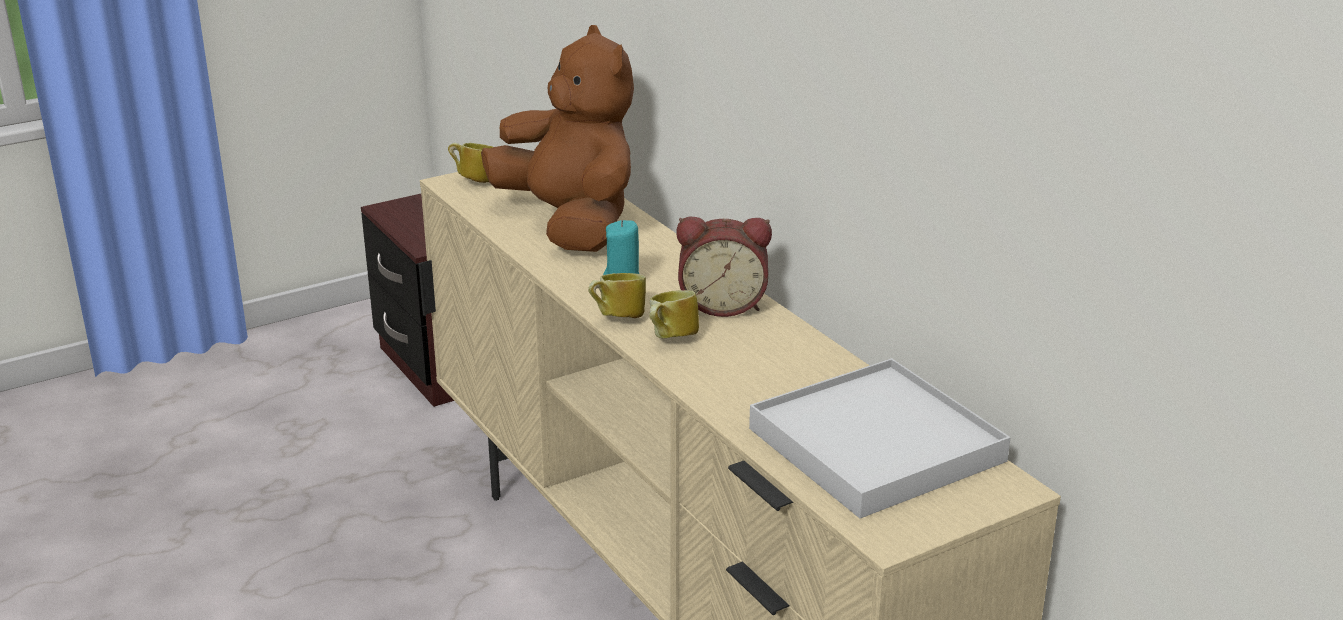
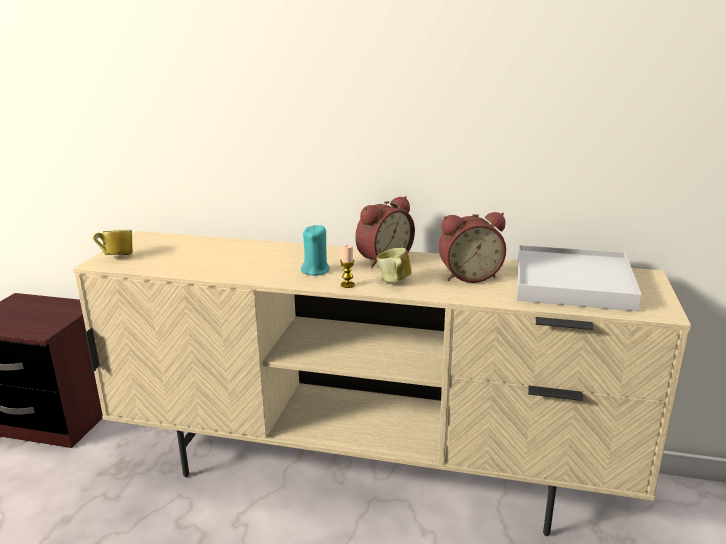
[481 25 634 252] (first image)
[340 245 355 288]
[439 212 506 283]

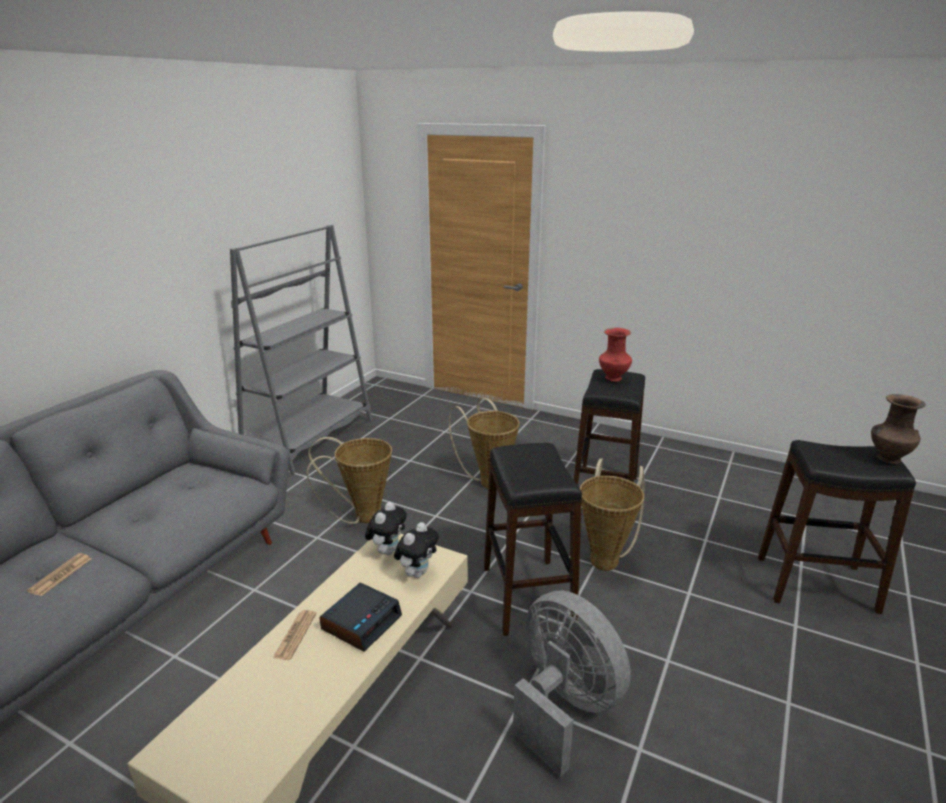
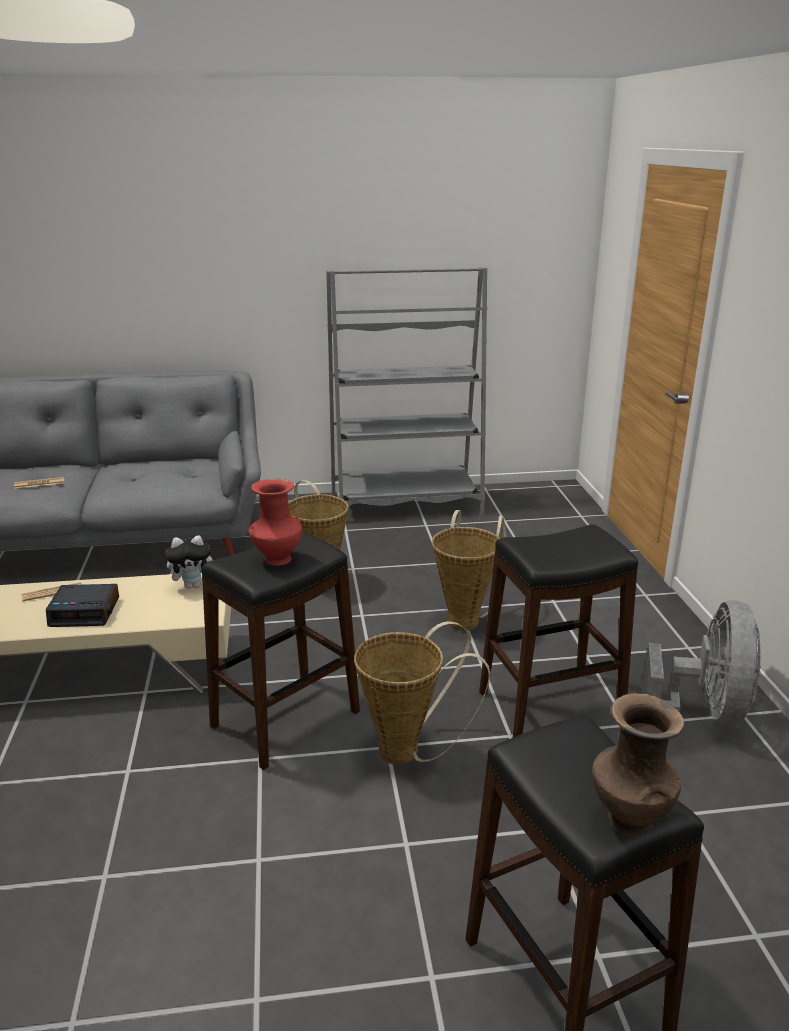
[394 522 439 578] (first image)
[641 600 761 725]
[249 479 302 566]

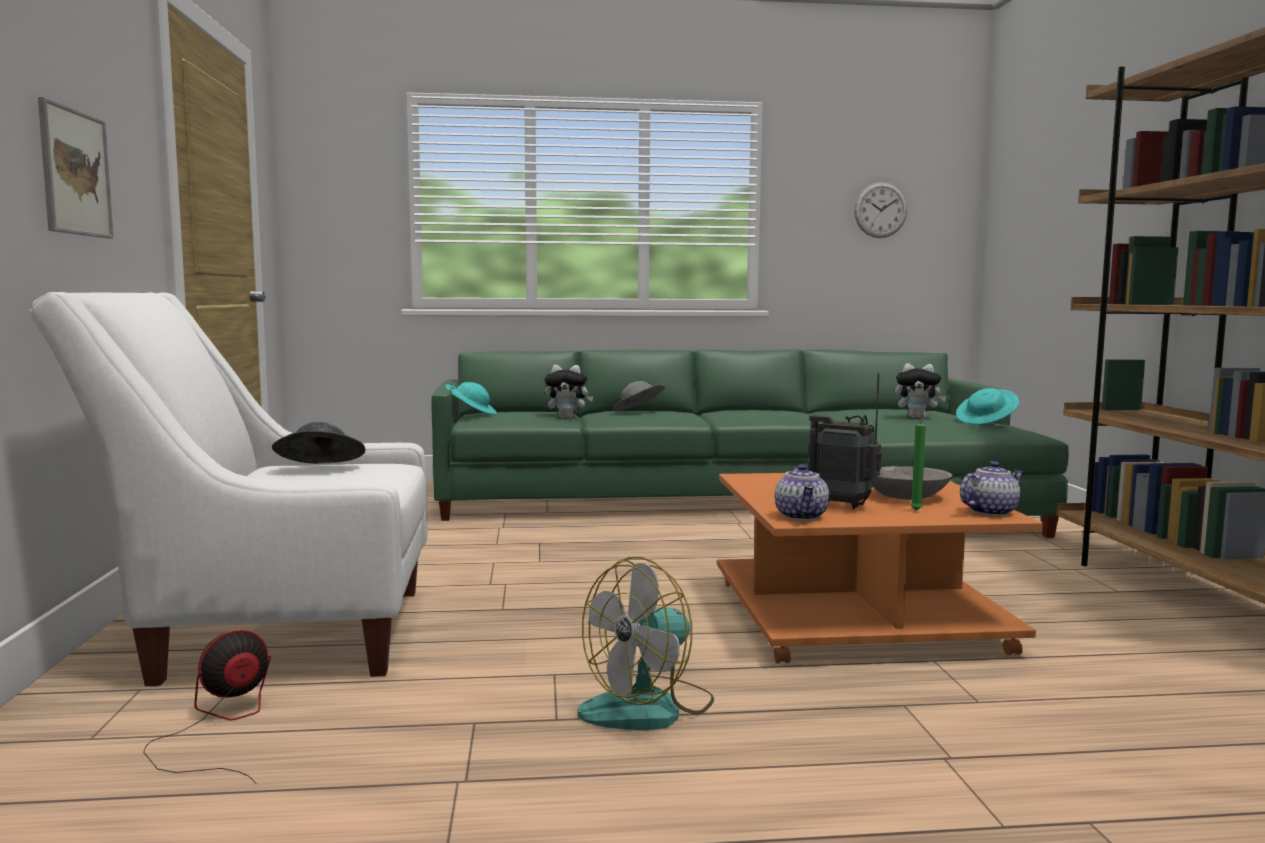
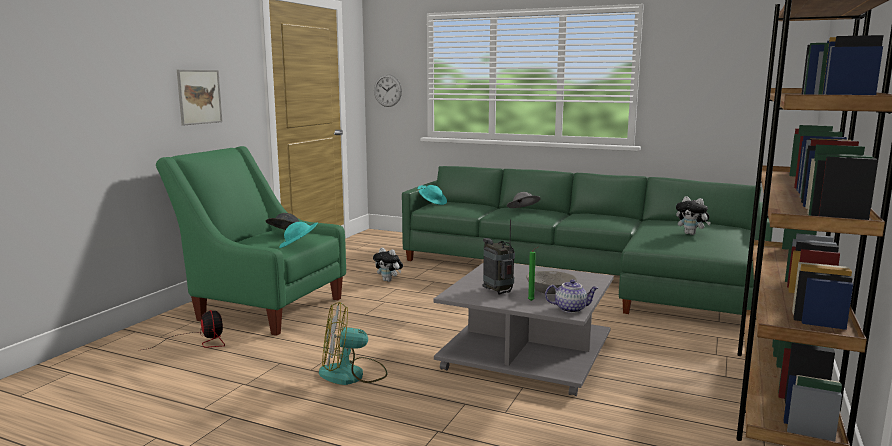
[156 146 346 336]
[143 310 225 350]
[373 248 403 282]
[433 262 614 396]
[775 464 829 521] (first image)
[374 74 402 107]
[279 222 318 248]

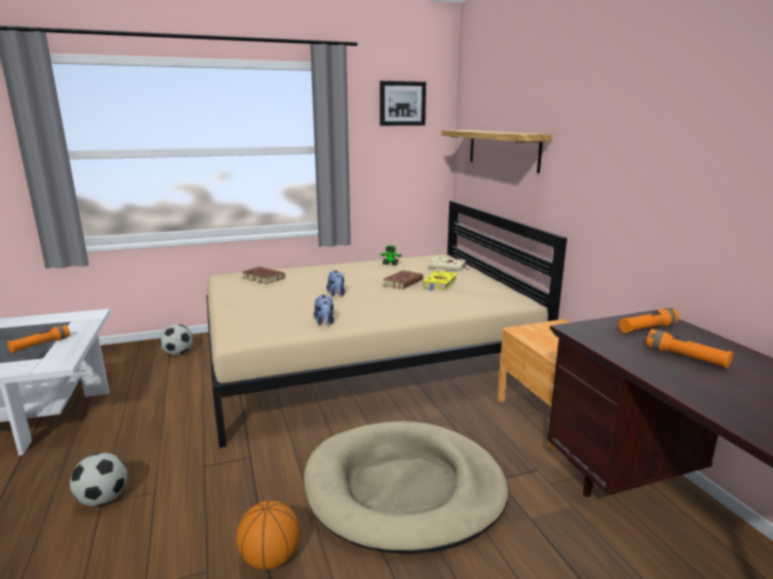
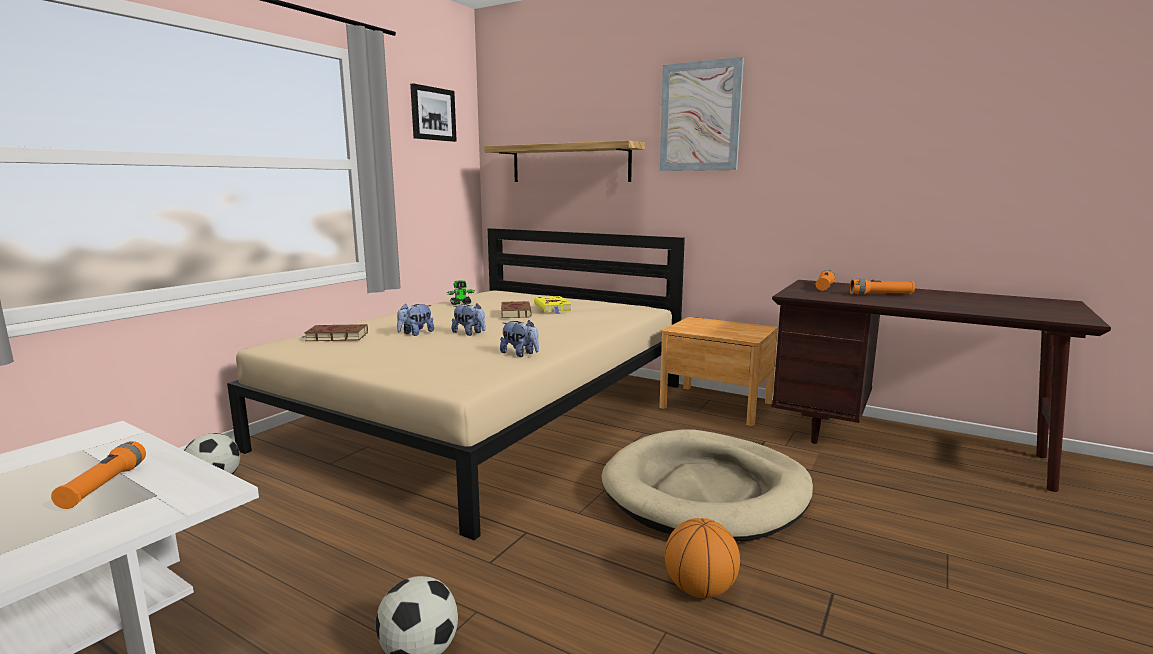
[428 257 470 271] (first image)
[397 303 434 336]
[660 57 744 171]

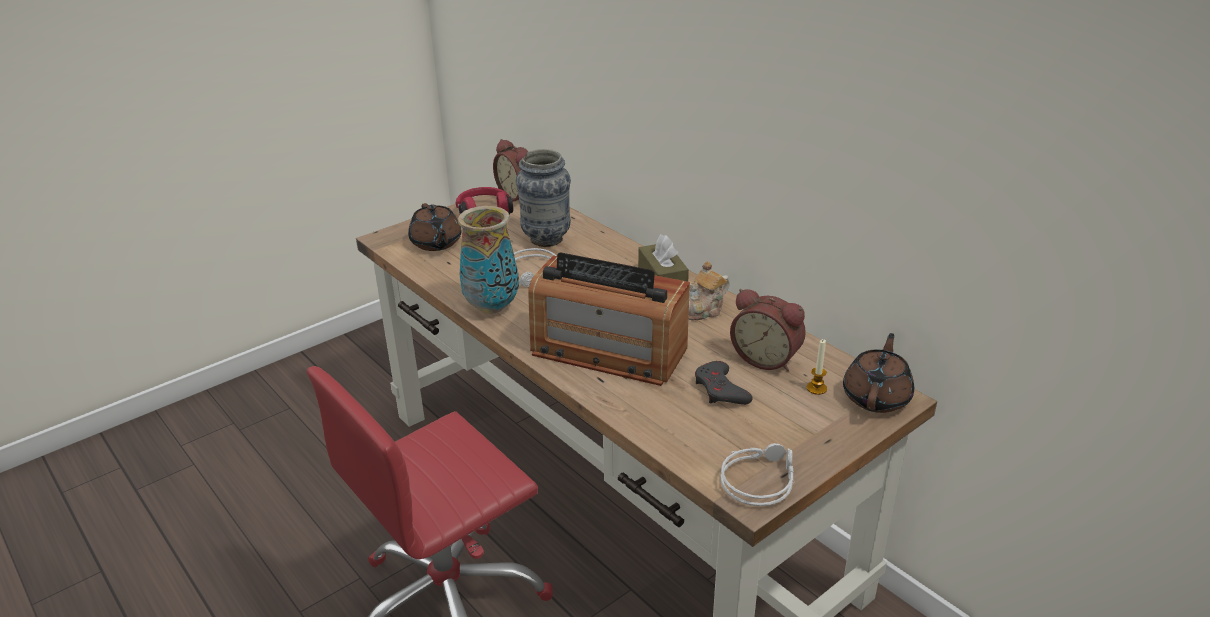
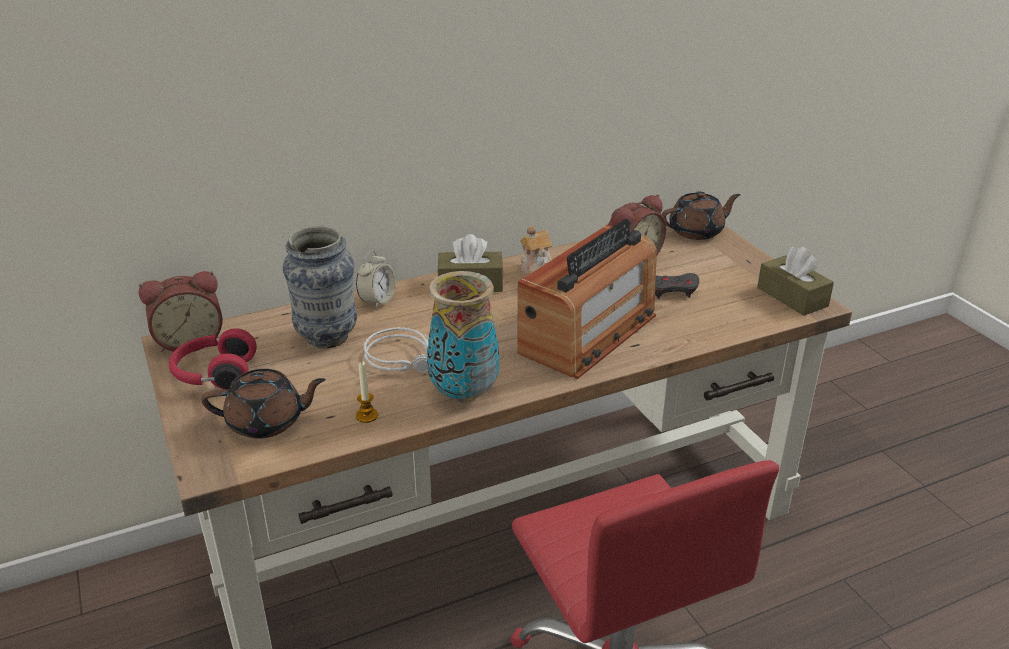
[757 247 834 316]
[356 361 378 423]
[662 191 741 240]
[356 250 396 309]

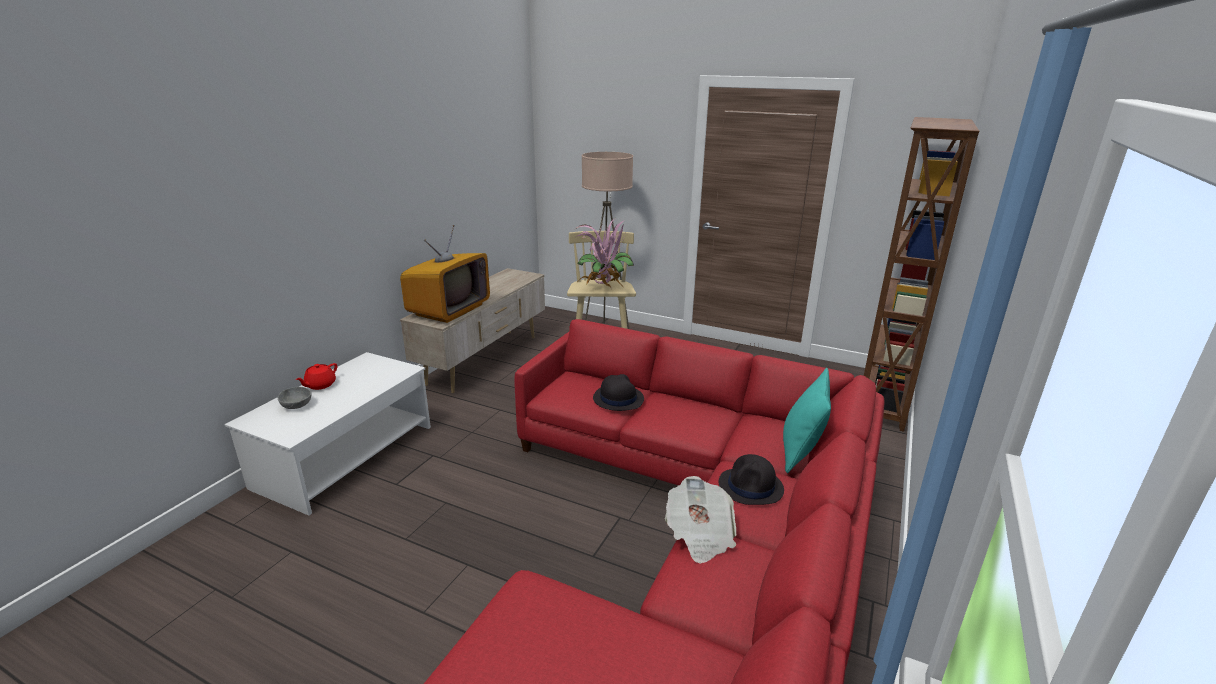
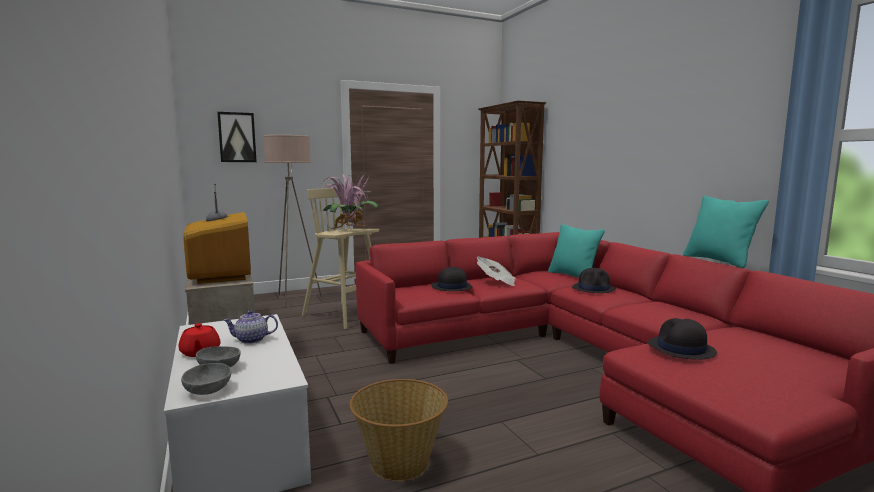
[477 257 516 286]
[181 363 231 395]
[217 112 257 162]
[223 310 278 344]
[350 379 448 481]
[648 318 717 360]
[683 196 769 268]

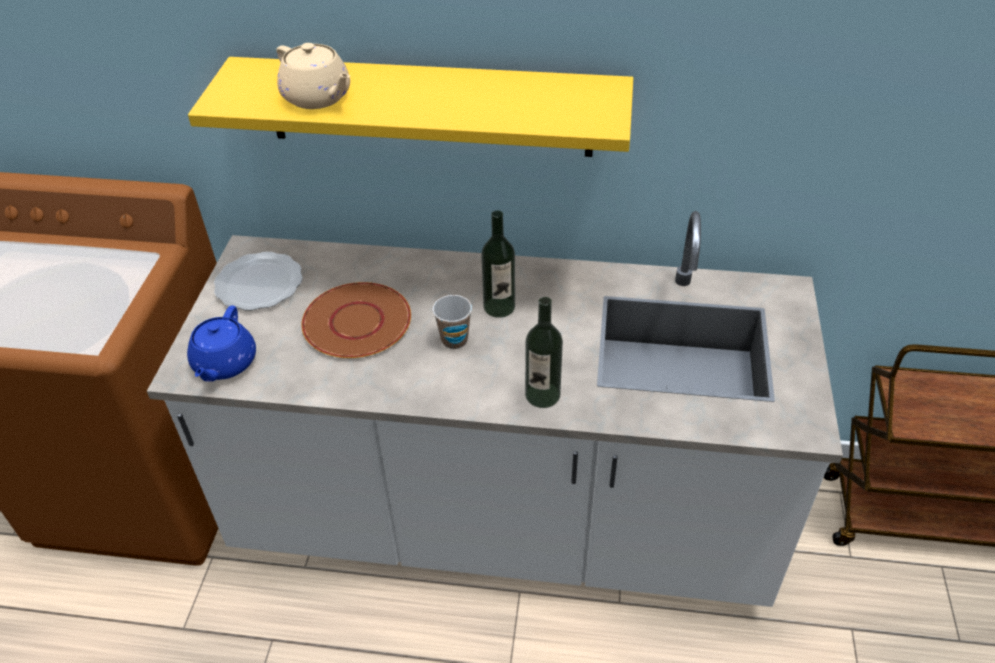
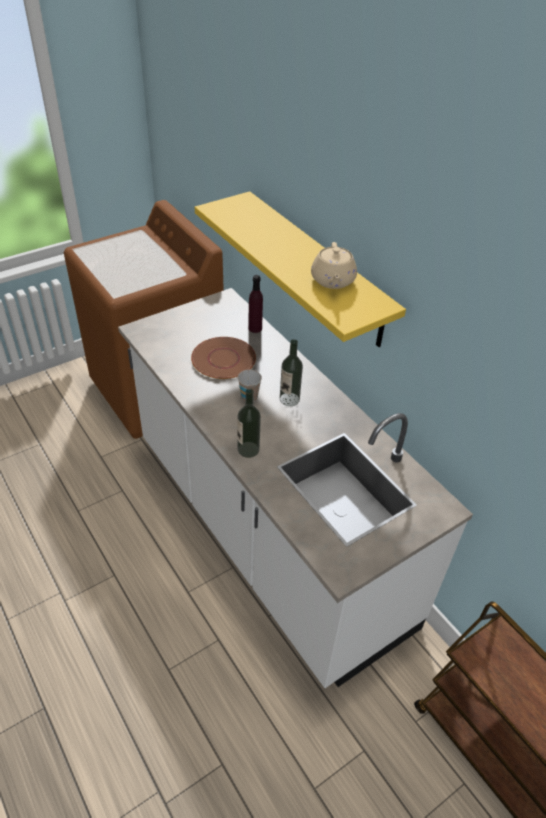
[187 306 256 382] (first image)
[214 252 303 310] (first image)
[311 242 357 289]
[249 275 263 333]

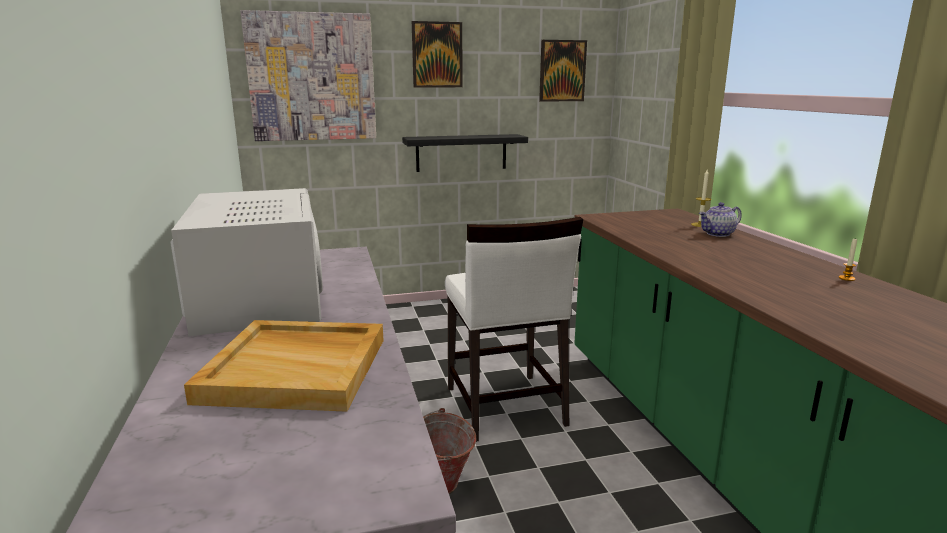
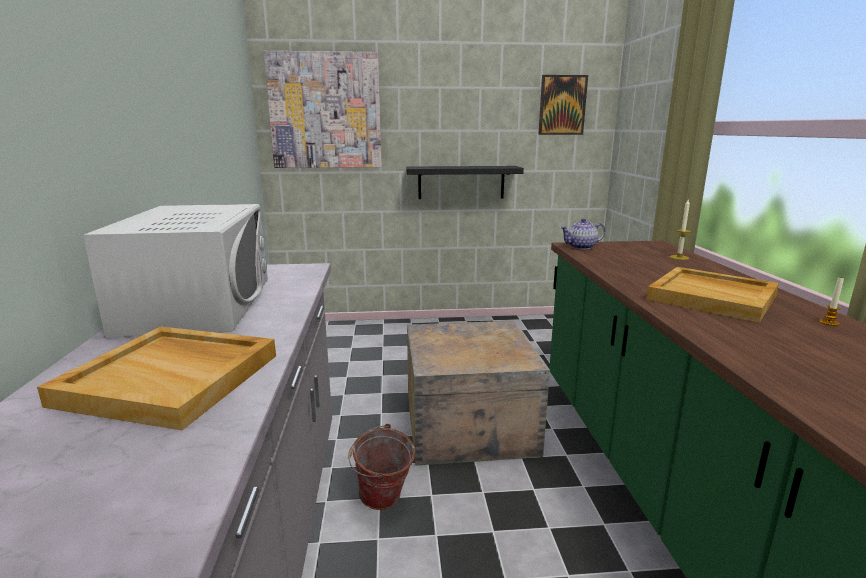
[412 21 463 88] (first image)
[407 321 550 466]
[560 218 606 250]
[646 267 779 323]

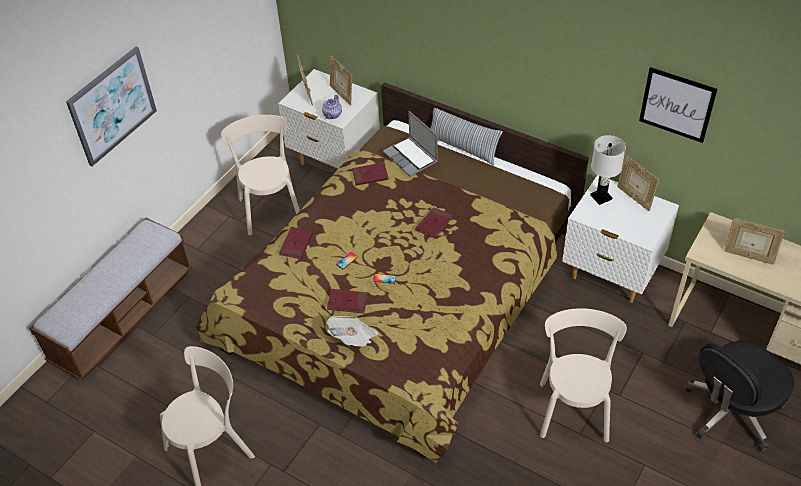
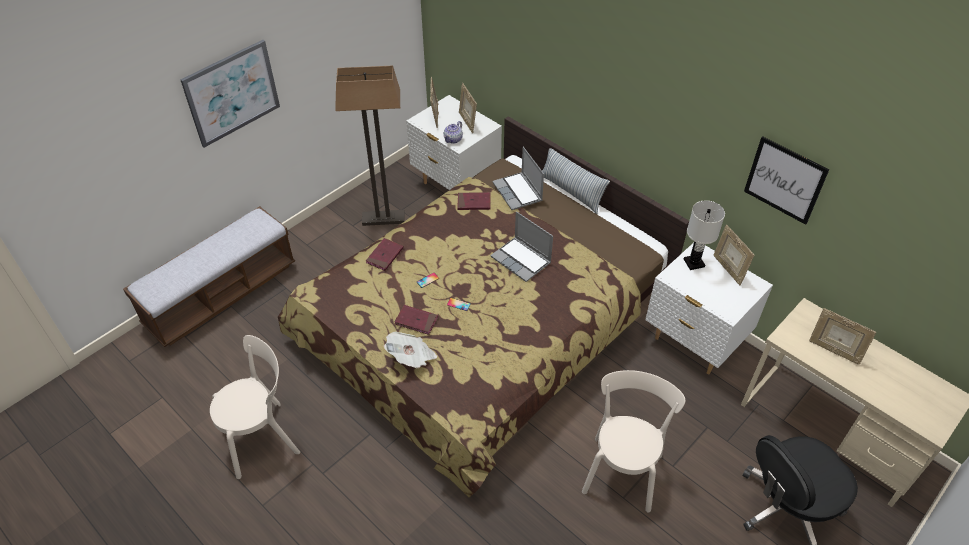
[335 66 405 226]
[491 211 553 282]

